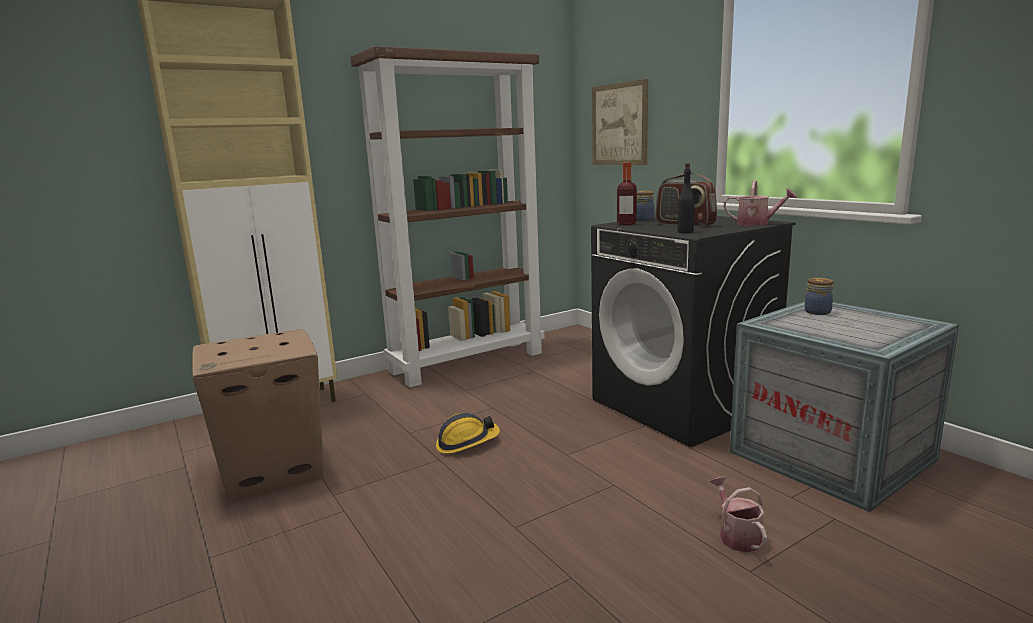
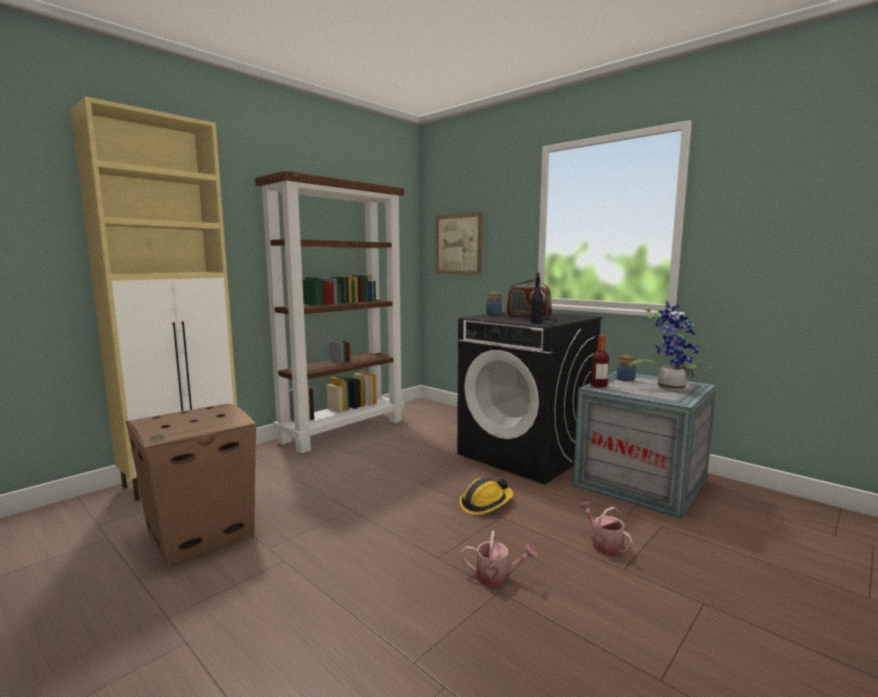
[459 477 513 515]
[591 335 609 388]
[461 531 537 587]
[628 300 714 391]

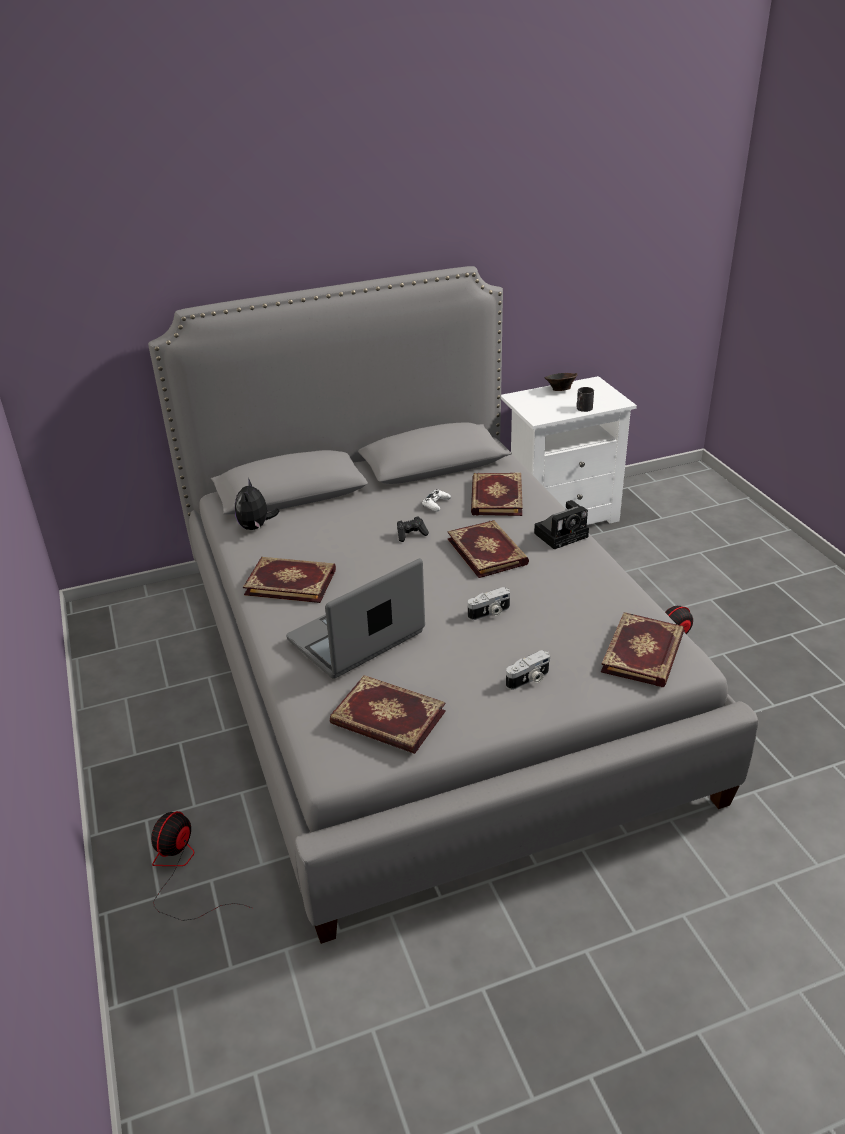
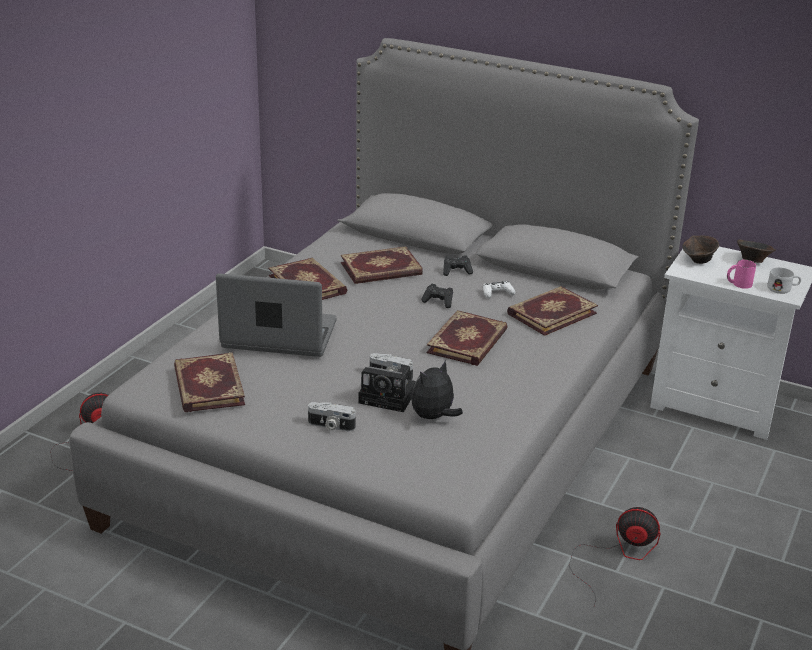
[411 360 463 419]
[358 365 416 412]
[727 259 756 289]
[341 246 423 284]
[443 256 473 276]
[682 235 719 264]
[767 267 801 294]

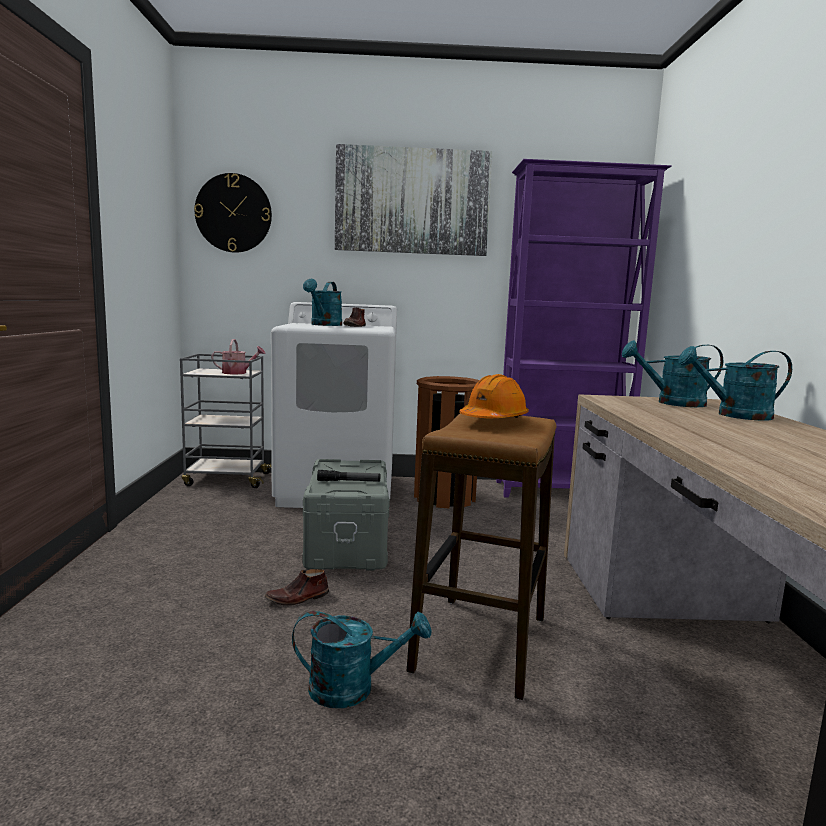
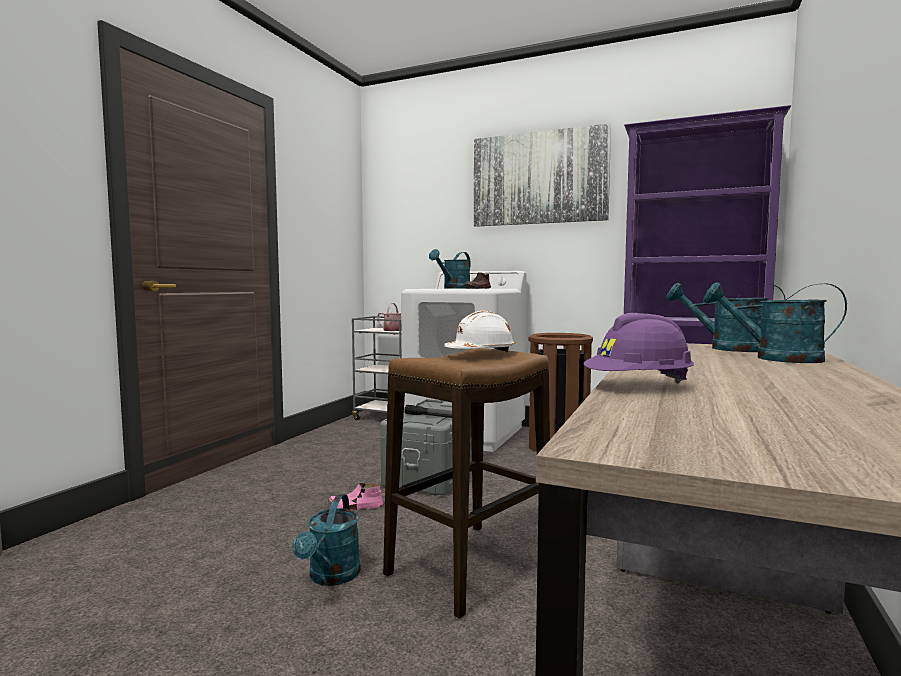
[194 173 272 253] (first image)
[328 483 383 510]
[293 494 361 586]
[444 311 516 352]
[584 313 694 384]

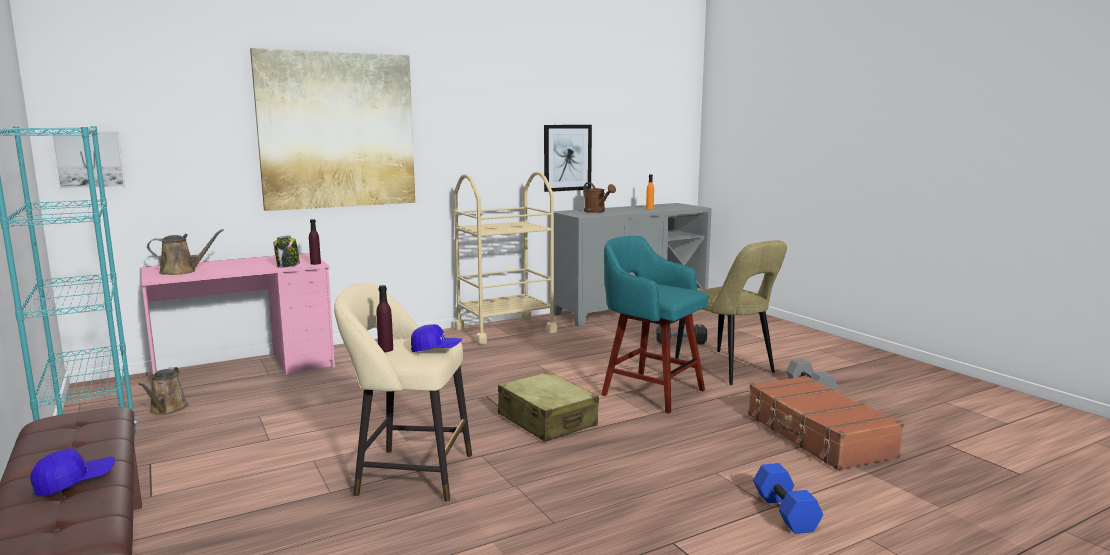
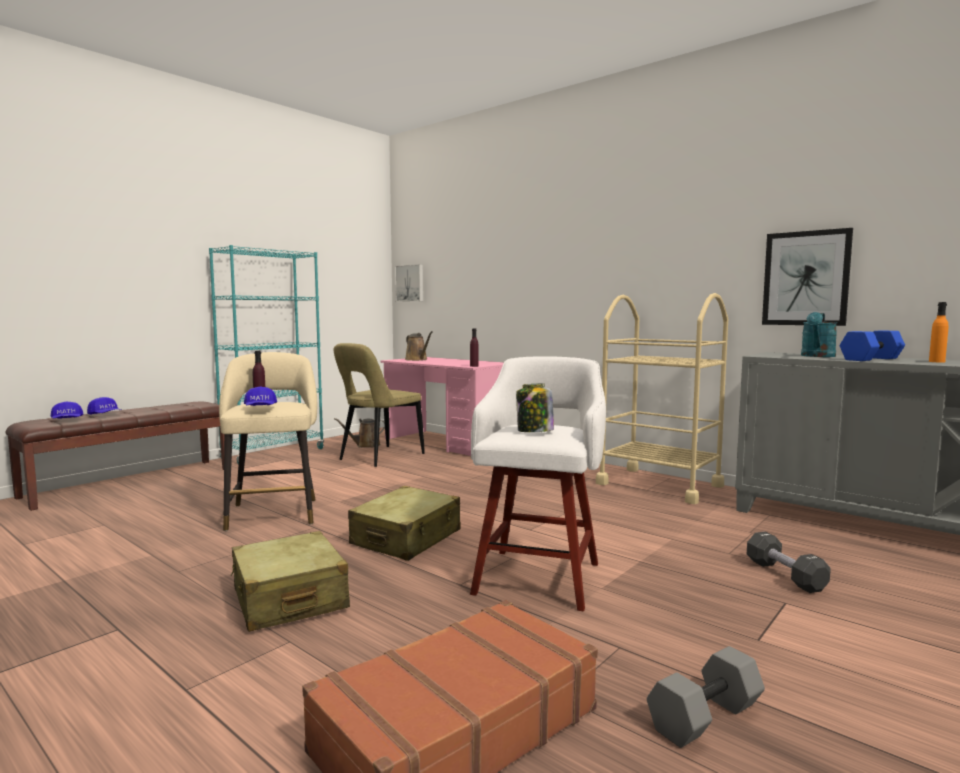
[250 48 415 211] (first image)
[516 384 554 432]
[801 312 837 357]
[470 356 606 611]
[333 343 425 467]
[840 330 905 361]
[51 401 84 419]
[231 531 350 632]

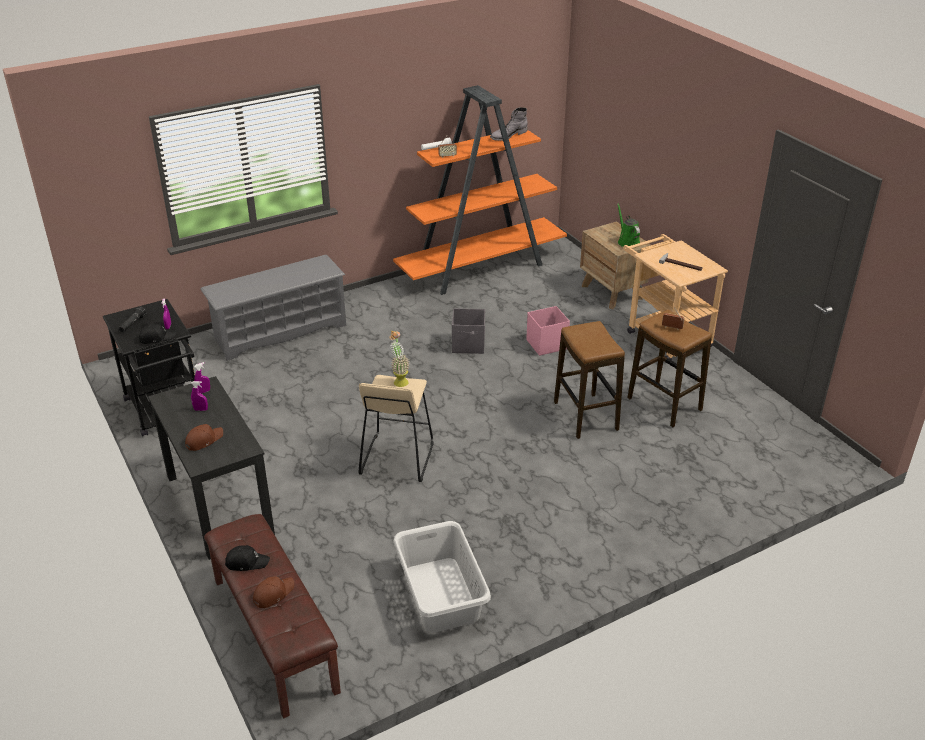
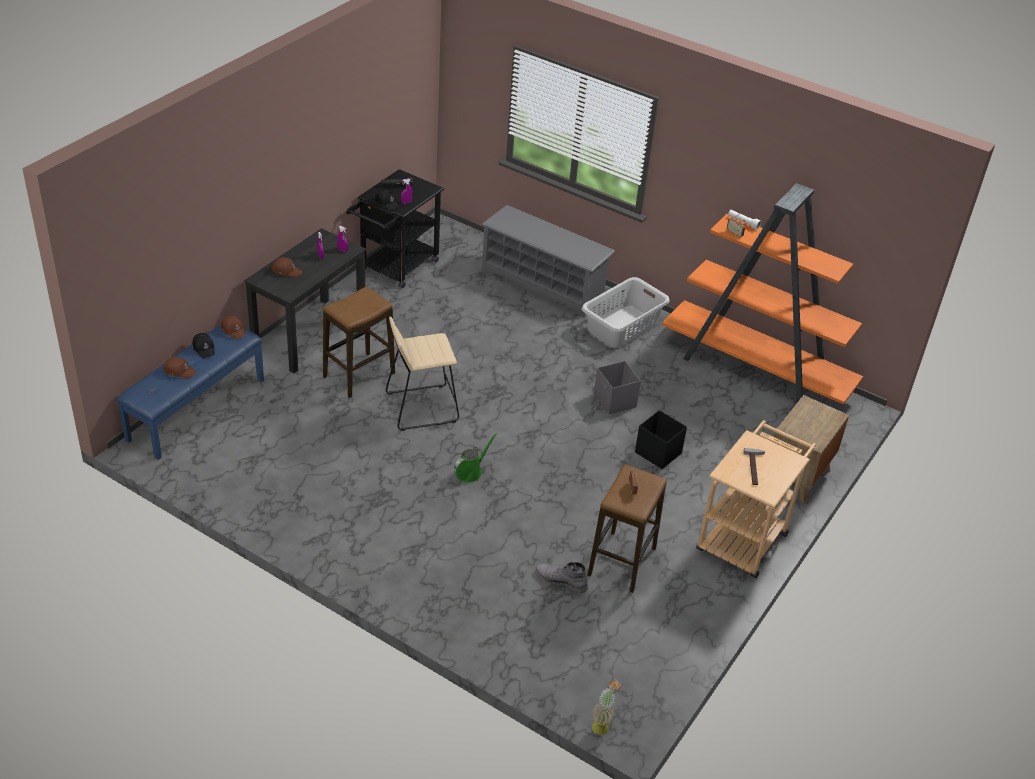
[117 325 264 460]
[592 679 621 735]
[582 277 670 348]
[535 561 588 593]
[635 410 687 469]
[323 286 395 398]
[454 433 497 482]
[221 315 246 340]

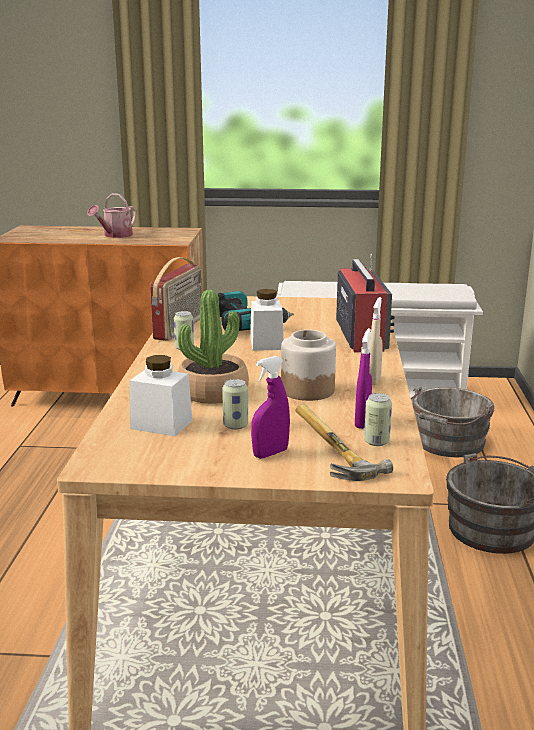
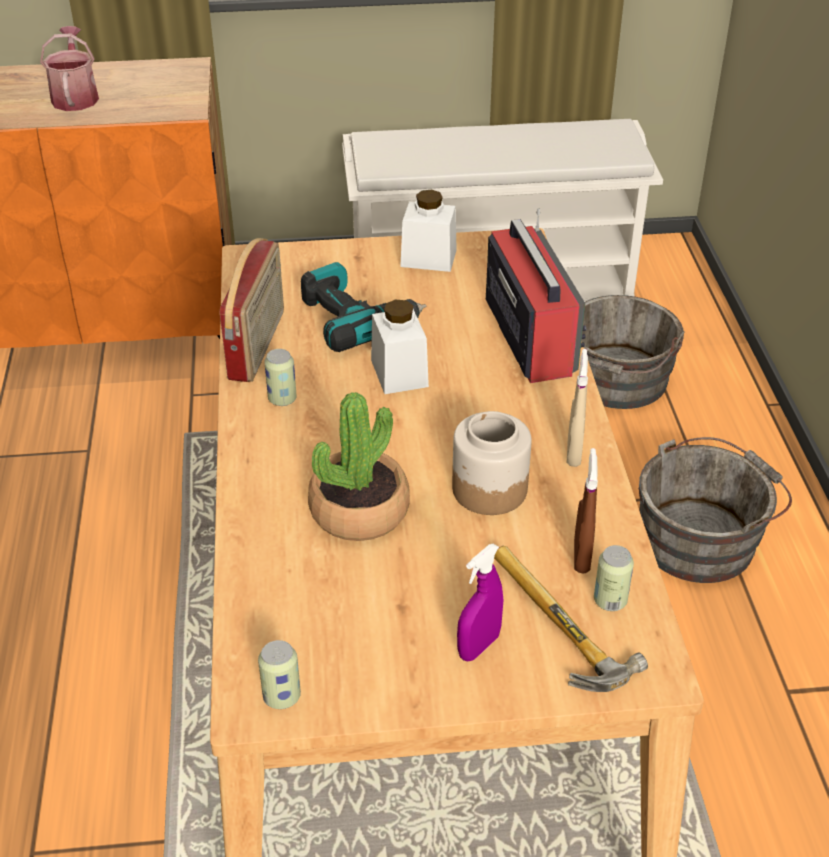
[40 26 99 111]
[400 190 457 272]
[258 640 301 709]
[574 448 598 573]

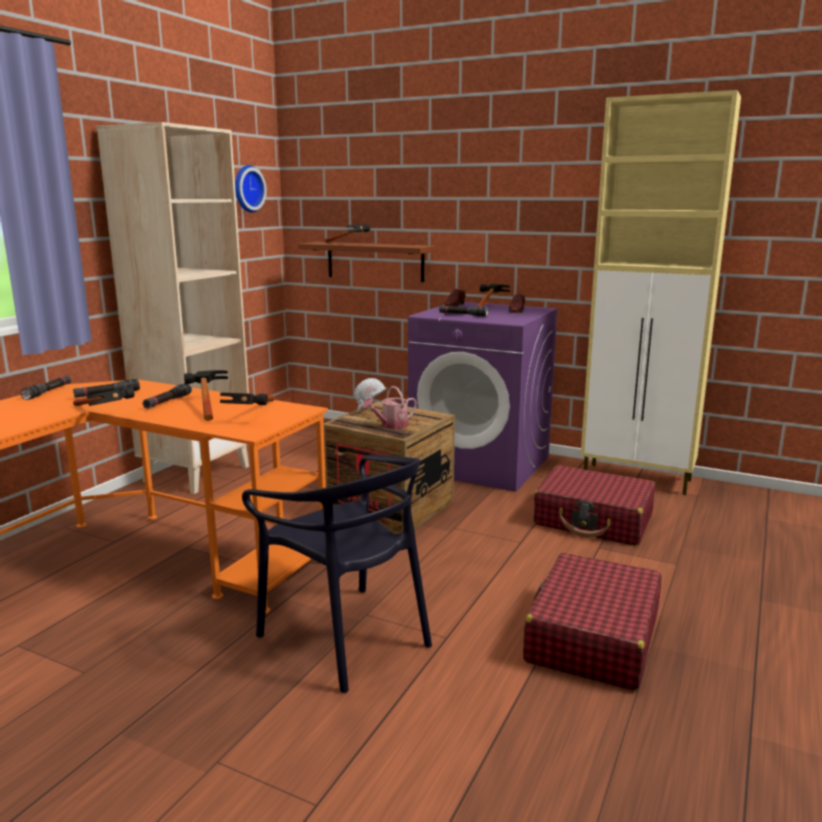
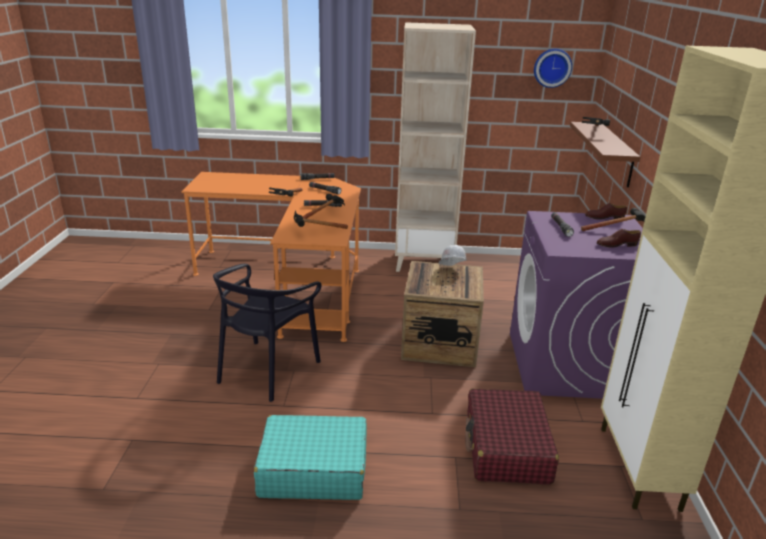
[362 386 417 429] (first image)
[254 415 367 500]

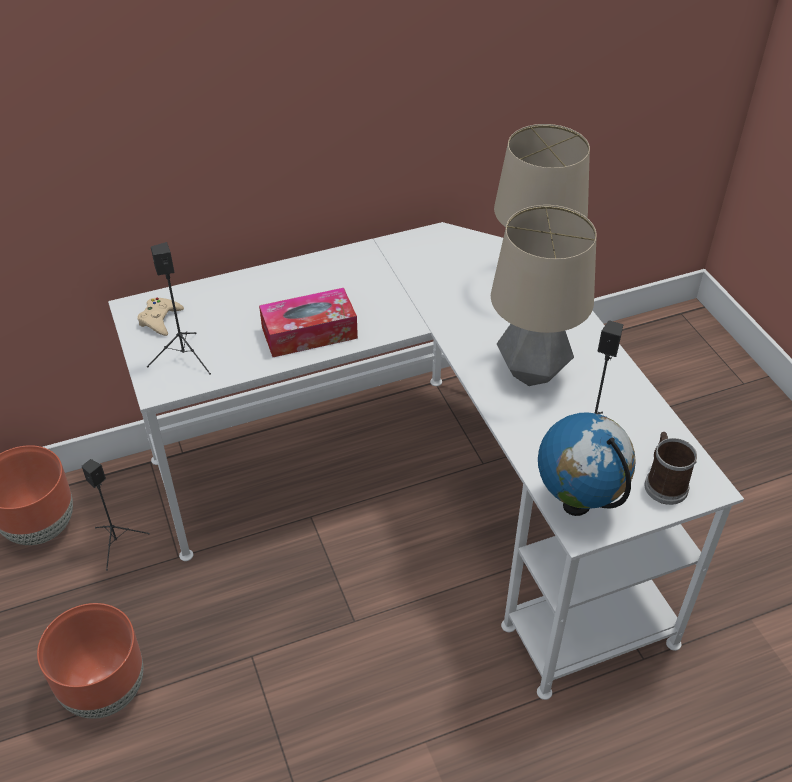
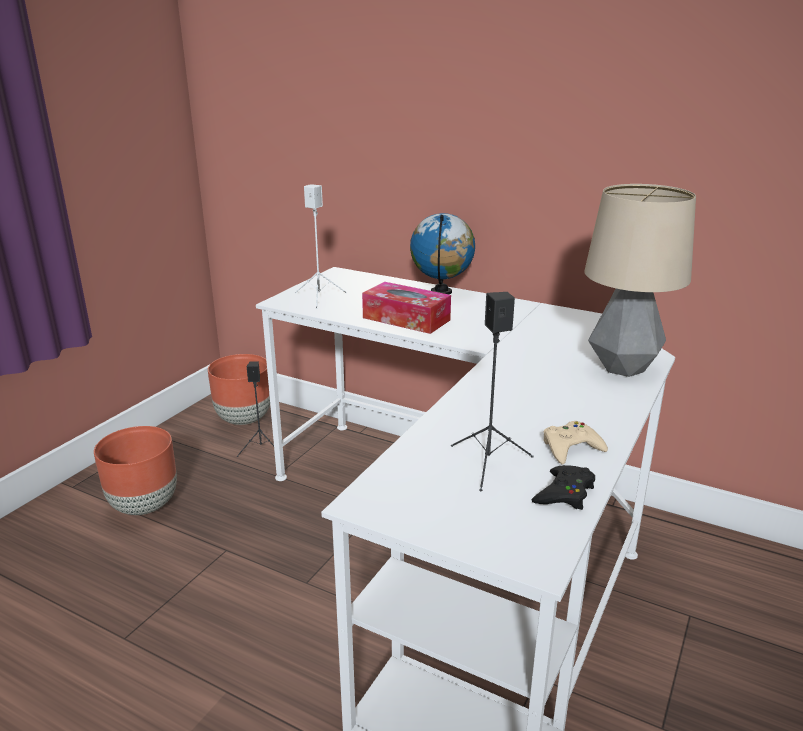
[543 421 608 465]
[295 184 347 309]
[491 205 597 386] (first image)
[410 213 475 294]
[644 432 697 505] (first image)
[532 465 595 510]

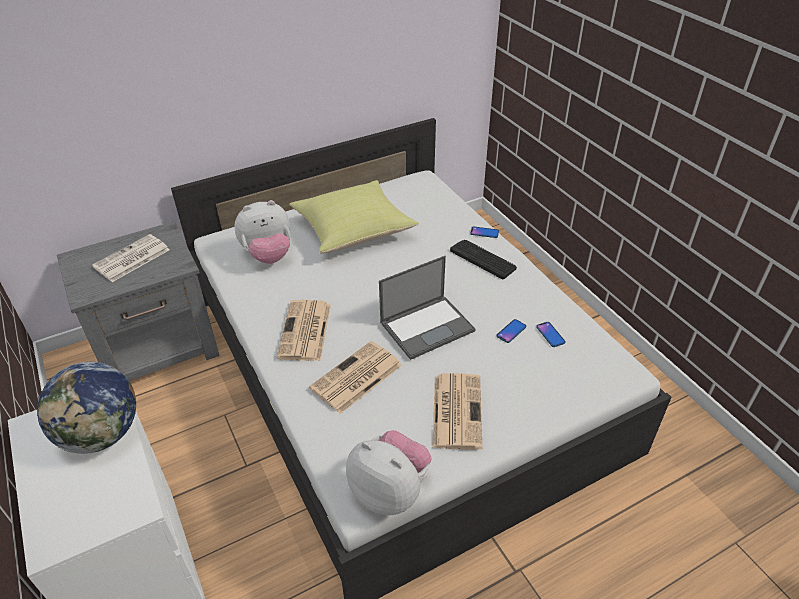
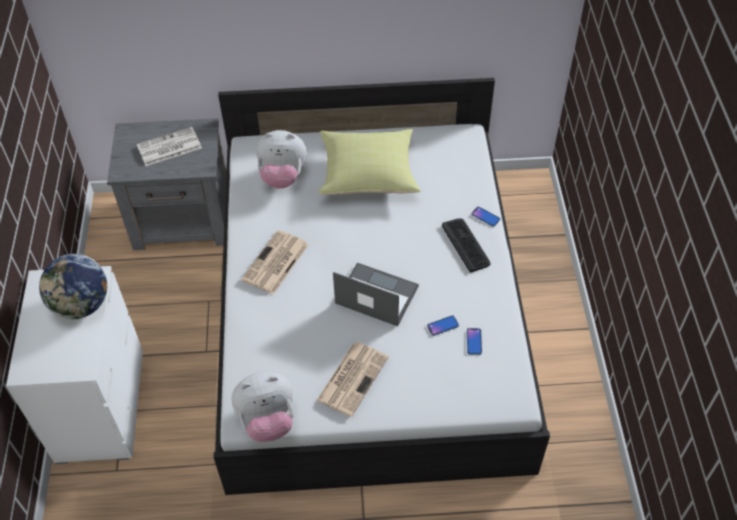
[309 341 402 414] (first image)
[231 372 293 442]
[333 263 419 326]

